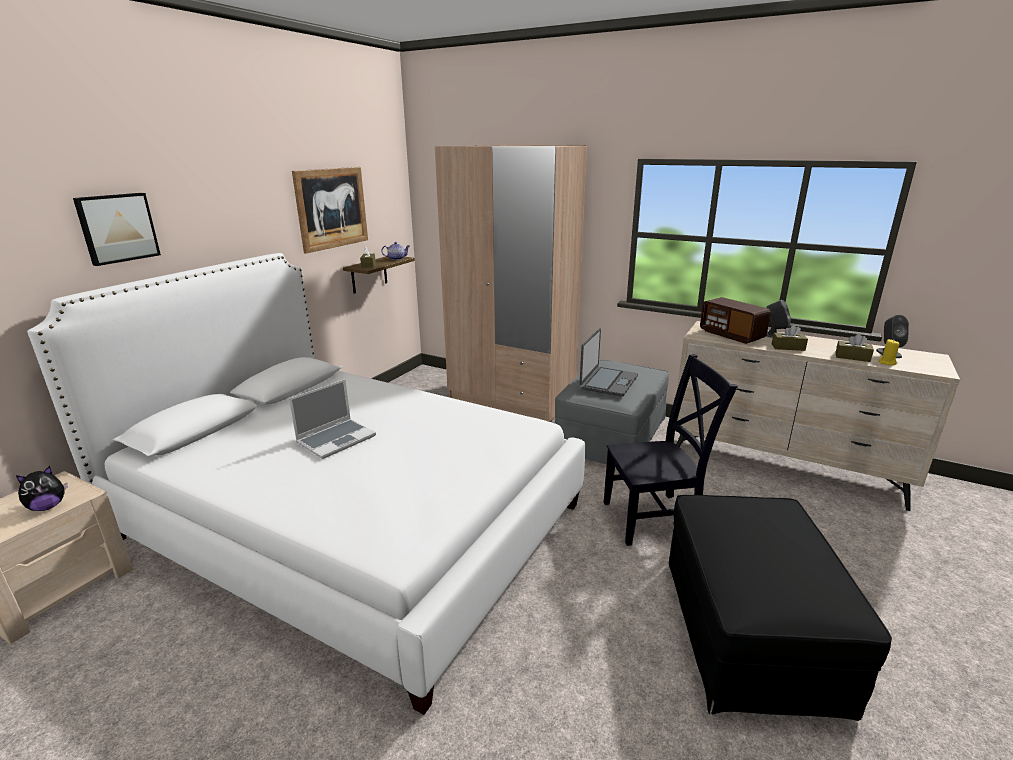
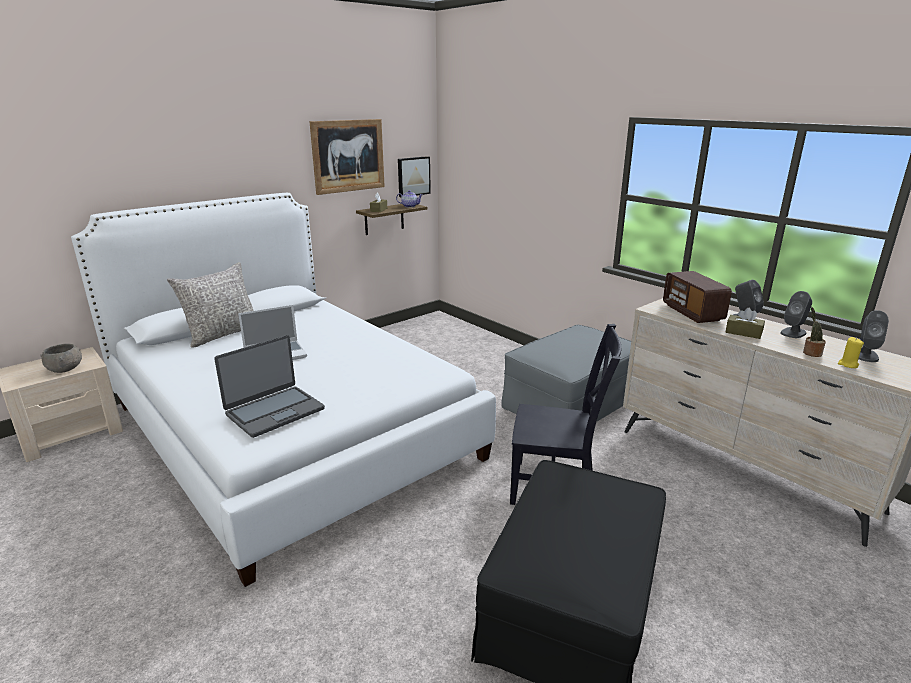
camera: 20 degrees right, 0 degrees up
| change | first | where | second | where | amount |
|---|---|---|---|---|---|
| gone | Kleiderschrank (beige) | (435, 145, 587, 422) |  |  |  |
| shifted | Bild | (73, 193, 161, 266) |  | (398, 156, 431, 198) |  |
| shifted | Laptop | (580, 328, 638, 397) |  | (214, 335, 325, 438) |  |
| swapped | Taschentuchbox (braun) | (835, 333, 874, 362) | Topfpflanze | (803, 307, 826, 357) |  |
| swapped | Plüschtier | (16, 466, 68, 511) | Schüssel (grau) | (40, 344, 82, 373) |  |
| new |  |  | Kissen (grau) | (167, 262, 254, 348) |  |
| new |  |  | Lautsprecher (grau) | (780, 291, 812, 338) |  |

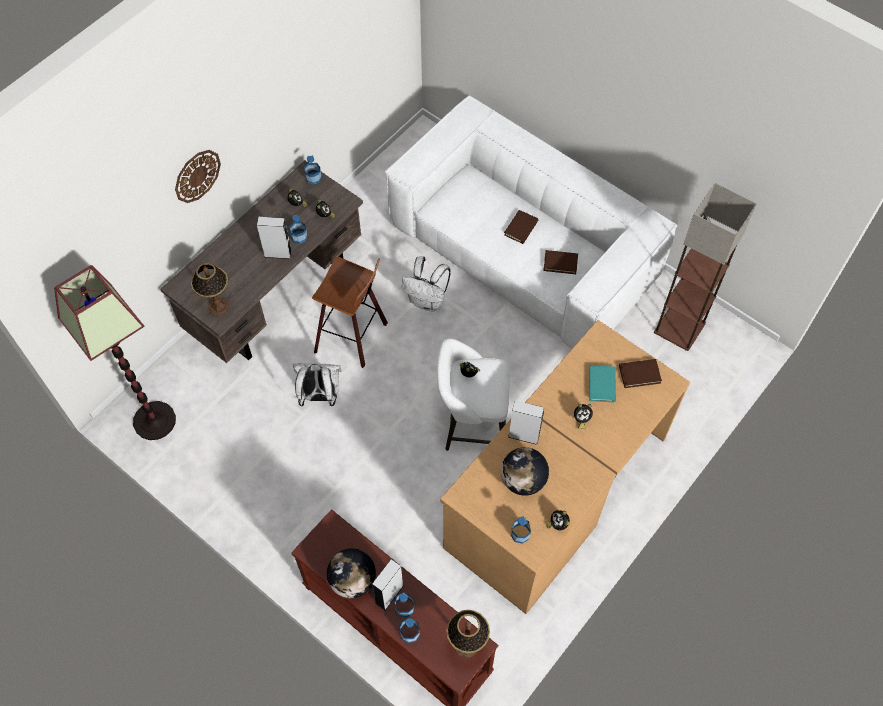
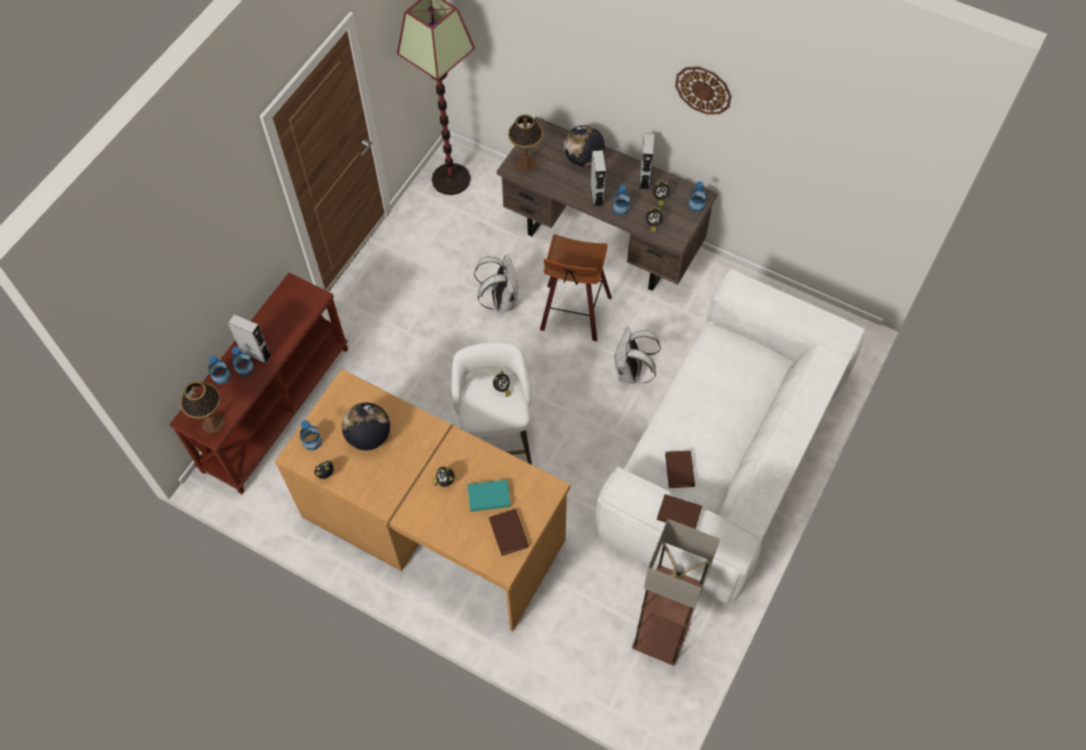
camera: 80 degrees right, 0 degrees up
| change | first | where | second | where | amount |
|---|---|---|---|---|---|
| shifted | Wanduhr | (175, 150, 221, 203) |  | (675, 67, 732, 115) |  |
| shifted | Buch (braun) | (504, 210, 538, 244) |  | (657, 494, 702, 529) |  |
| shifted | Lautsprecher (grau) | (508, 400, 544, 445) |  | (639, 133, 654, 190) |  |
| shifted | Globus | (327, 548, 376, 599) |  | (564, 125, 605, 167) |  |

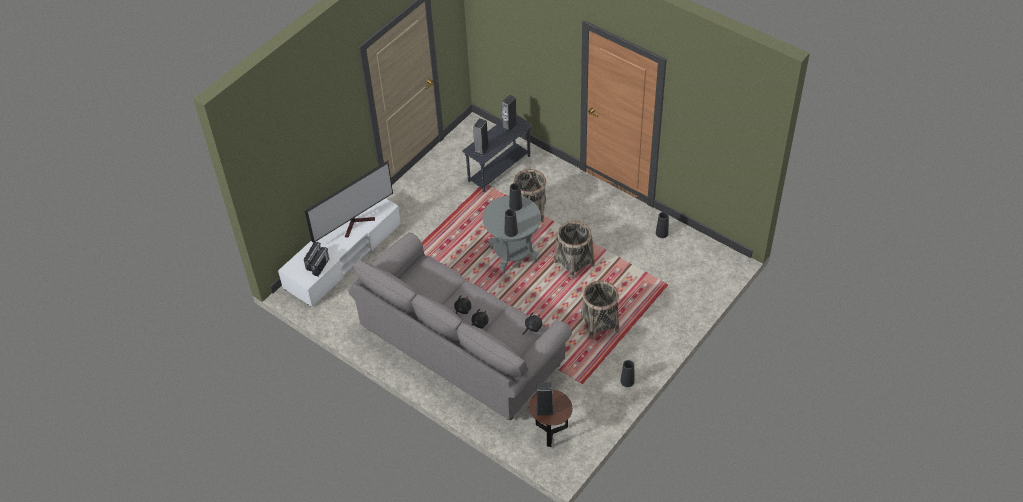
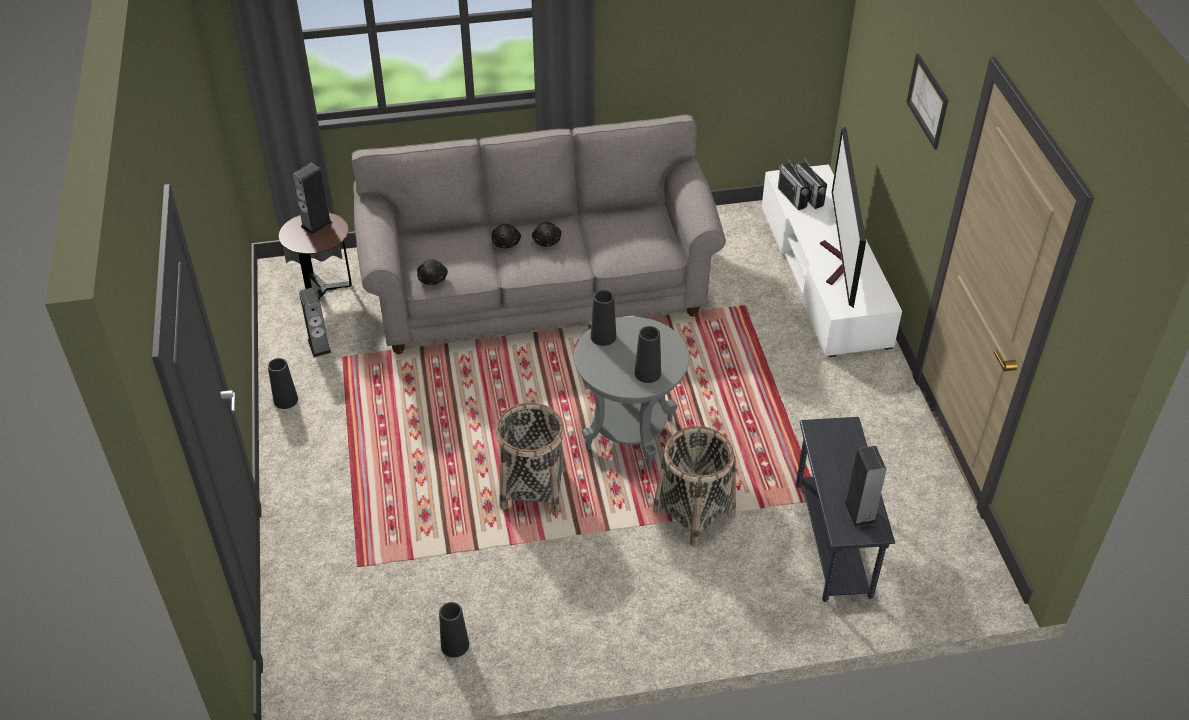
camera: 130 degrees right, 5 degrees down
| change | first | where | second | where | amount |
|---|---|---|---|---|---|
| shifted | Lautsprecher | (473, 118, 489, 156) |  | (299, 287, 331, 357) |  |
| gone | Korb | (581, 281, 619, 339) |  |  |  |
| new |  |  | Bild | (906, 53, 948, 150) |  |

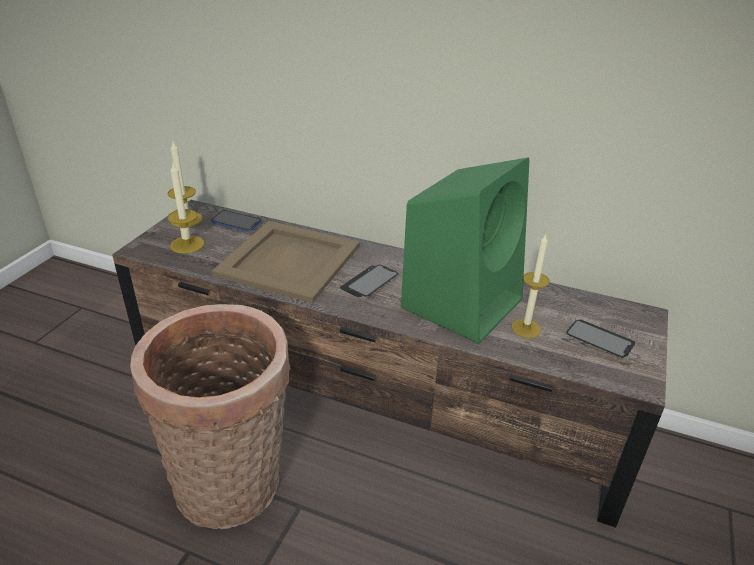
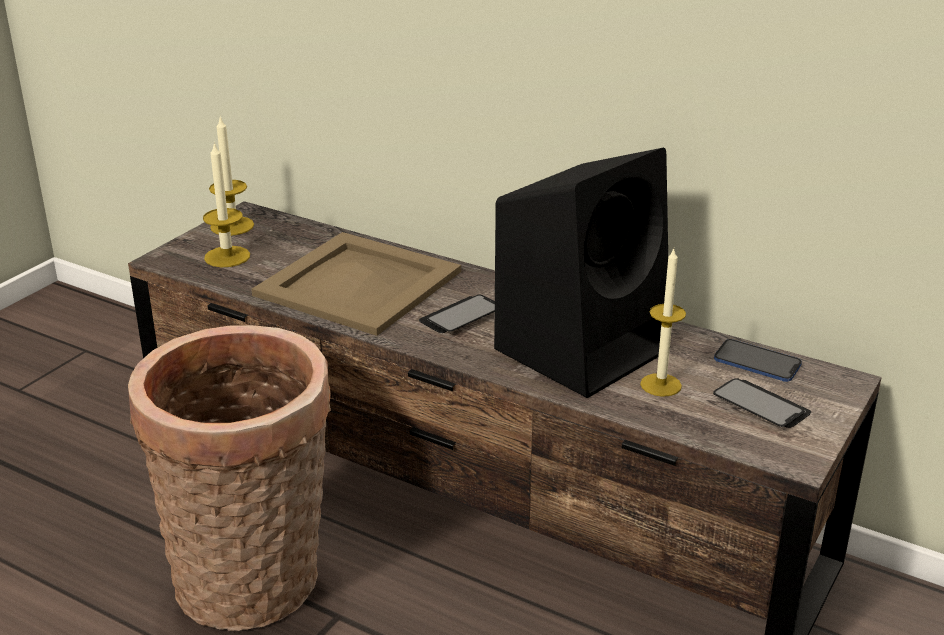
camera: 10 degrees right, 5 degrees down
| change | first | where | second | where | amount |
|---|---|---|---|---|---|
| repainted | Lautsprecher (grün) | (401, 157, 529, 344) | Lautsprecher (schwarz) | (494, 148, 668, 398) |  |
| shifted | Handy | (211, 210, 261, 232) |  | (714, 339, 802, 382) |  |

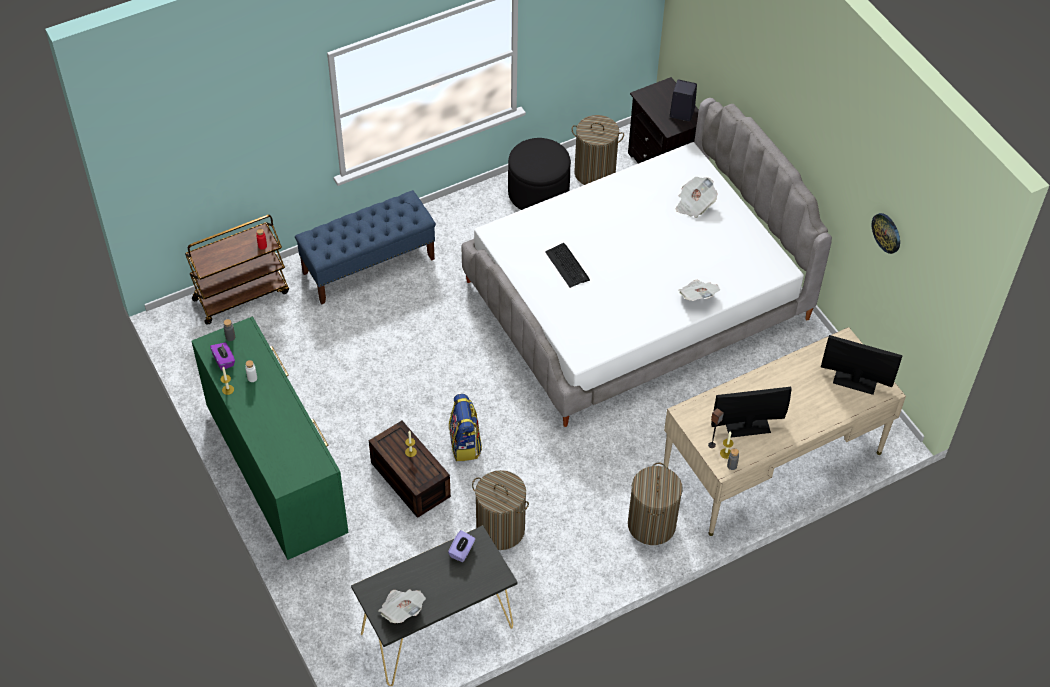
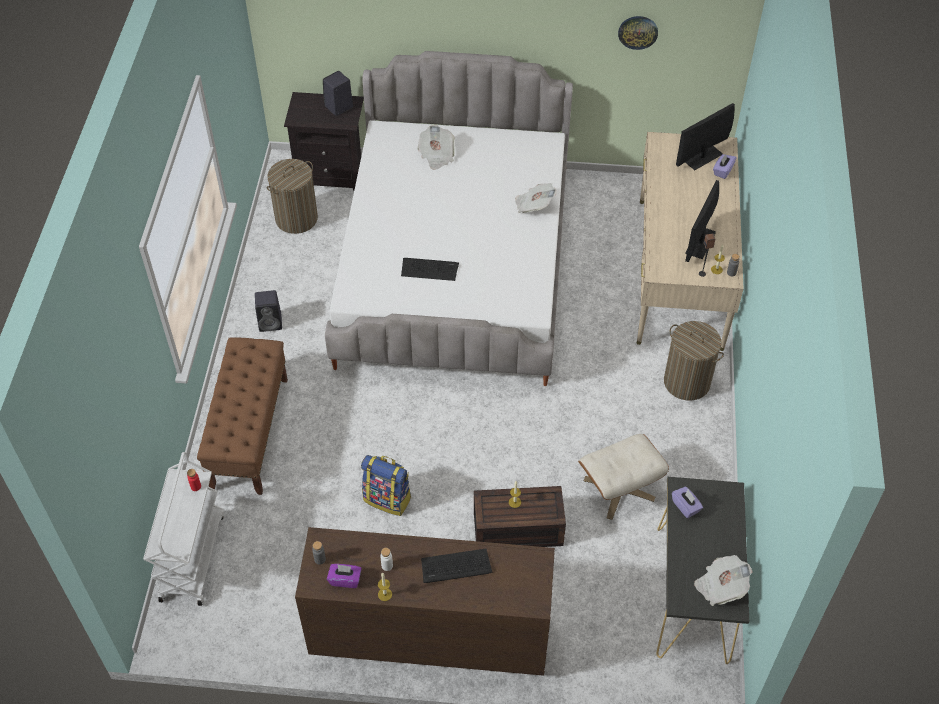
camera: 55 degrees left, 0 degrees up
| change | first | where | second | where | amount |
|---|---|---|---|---|---|
| gone | Polsterhocker (schwarz) | (508, 138, 571, 210) |  |  |  |
| repainted | Bank (blau) | (295, 190, 436, 305) | Bank (braun) | (197, 337, 288, 495) |  |
| repainted | Rollwagen (braun) | (185, 215, 289, 325) | Rollwagen (weiß) | (143, 452, 224, 606) |  |
| repainted | Kommode (grün) | (191, 316, 349, 560) | Kommode (braun) | (295, 527, 555, 676) |  |
| shifted | Rucksack | (449, 394, 482, 461) |  | (361, 455, 411, 516) |  |
| swapped | Wäschekorb | (472, 470, 529, 550) | Polsterhocker (beige) | (578, 434, 669, 520) |  |
| new |  |  | Taschentuchbox (lila) | (713, 154, 737, 179) |  |
| new |  |  | Lautsprecher (schwarz) | (255, 290, 282, 332) |  |
| new |  |  | Tastatur | (421, 549, 493, 583) |  |

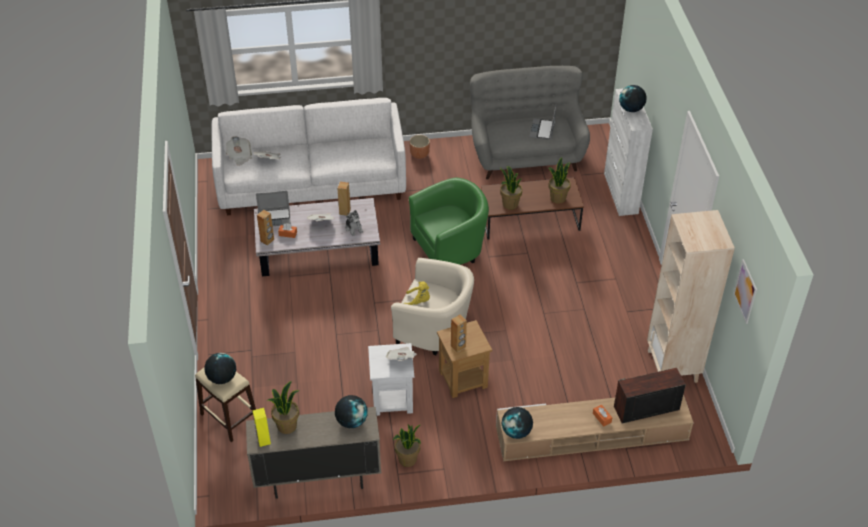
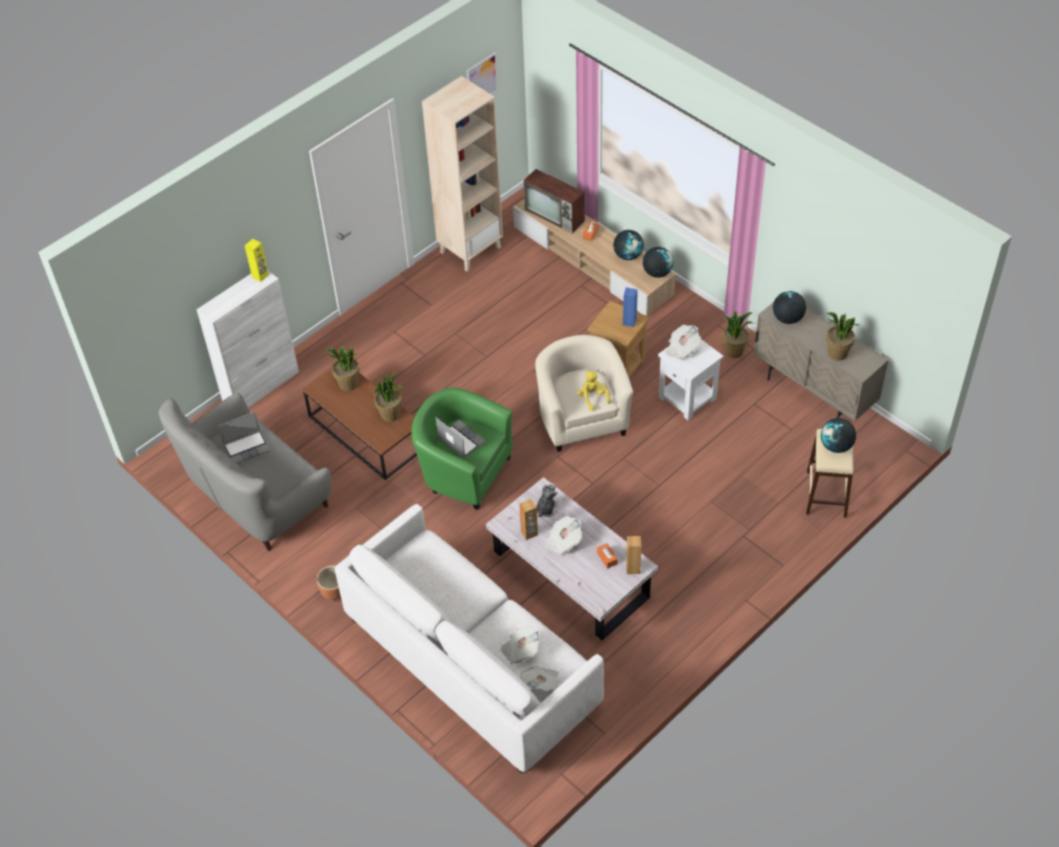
camera: 125 degrees left, 5 degrees up
| change | first | where | second | where | amount |
|---|---|---|---|---|---|
| shifted | Globus | (619, 85, 647, 112) |  | (613, 230, 644, 260) |  |
| shifted | Laptop | (256, 191, 291, 226) |  | (436, 417, 486, 458) |  |
| repainted | Lautsprecher (braun) | (451, 314, 467, 352) | Lautsprecher (blau) | (623, 287, 638, 327) |  |
| shifted | Lautsprecher (gelb) | (253, 408, 271, 447) |  | (245, 239, 269, 282) |  |

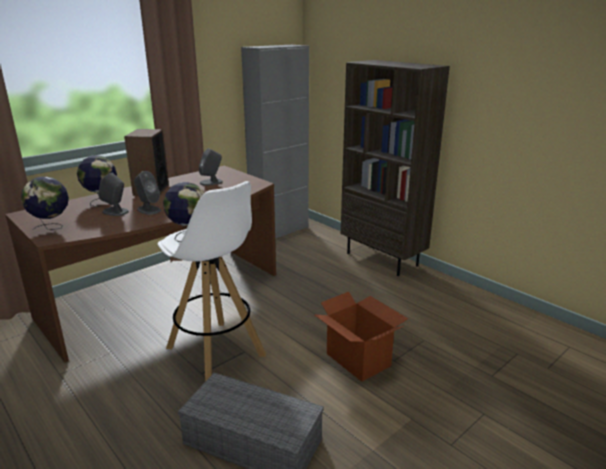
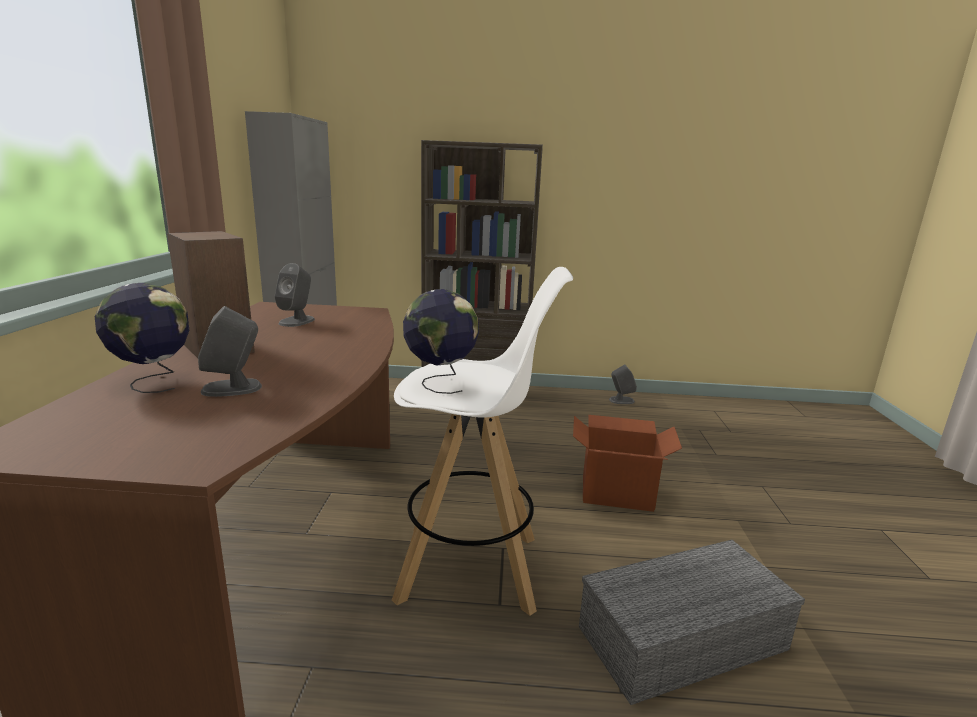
camera: 45 degrees left, 5 degrees down
| change | first | where | second | where | amount |
|---|---|---|---|---|---|
| shifted | Lautsprecher (grau) | (134, 171, 161, 215) |  | (609, 364, 637, 404) |  |
| gone | Globus | (21, 177, 69, 230) |  |  |  |

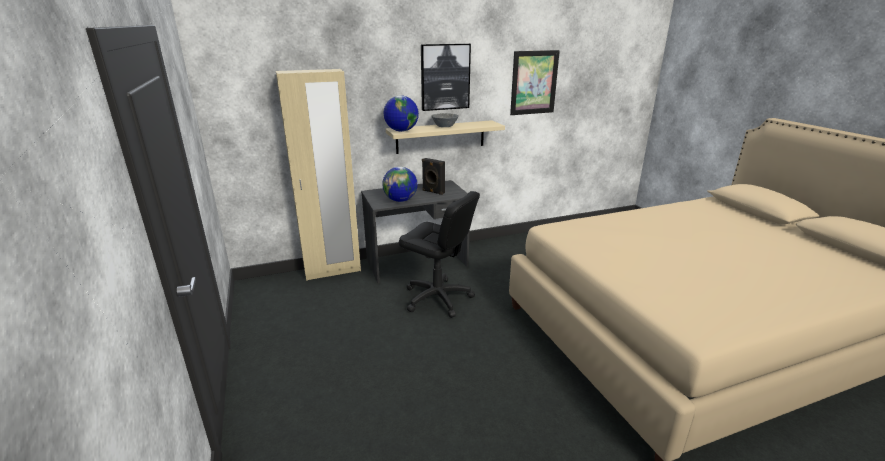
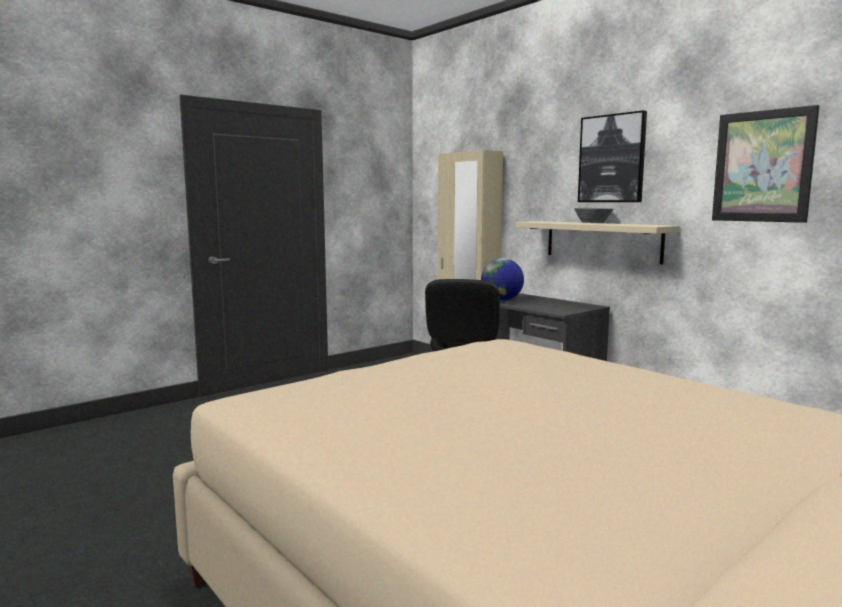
camera: 70 degrees right, 15 degrees down
| change | first | where | second | where | amount |
|---|---|---|---|---|---|
| gone | Globus | (384, 95, 419, 132) |  |  |  |
| gone | Lautsprecher (schwarz) | (422, 158, 445, 195) |  |  |  |

